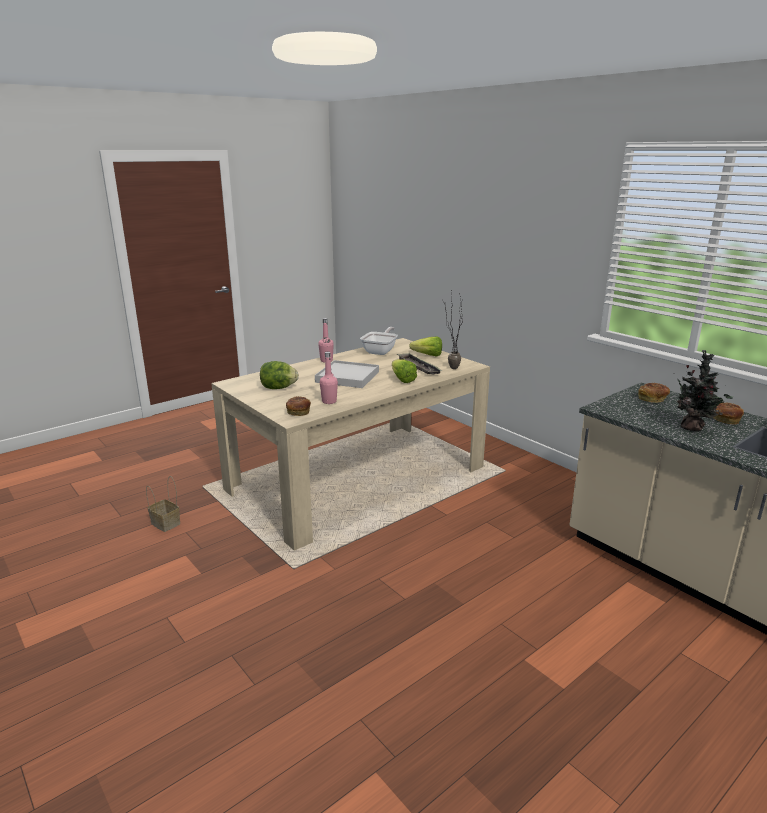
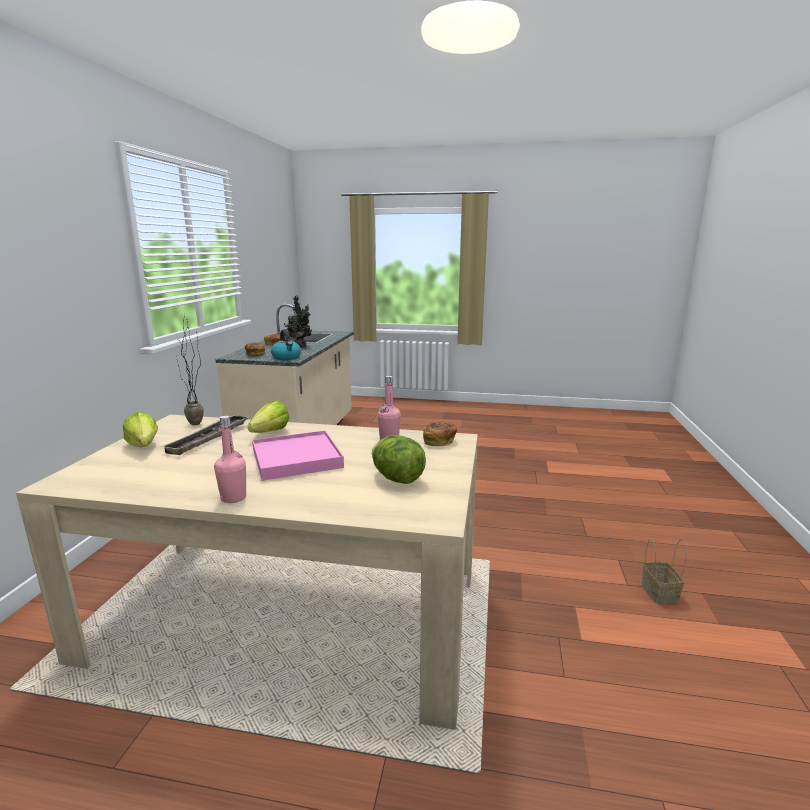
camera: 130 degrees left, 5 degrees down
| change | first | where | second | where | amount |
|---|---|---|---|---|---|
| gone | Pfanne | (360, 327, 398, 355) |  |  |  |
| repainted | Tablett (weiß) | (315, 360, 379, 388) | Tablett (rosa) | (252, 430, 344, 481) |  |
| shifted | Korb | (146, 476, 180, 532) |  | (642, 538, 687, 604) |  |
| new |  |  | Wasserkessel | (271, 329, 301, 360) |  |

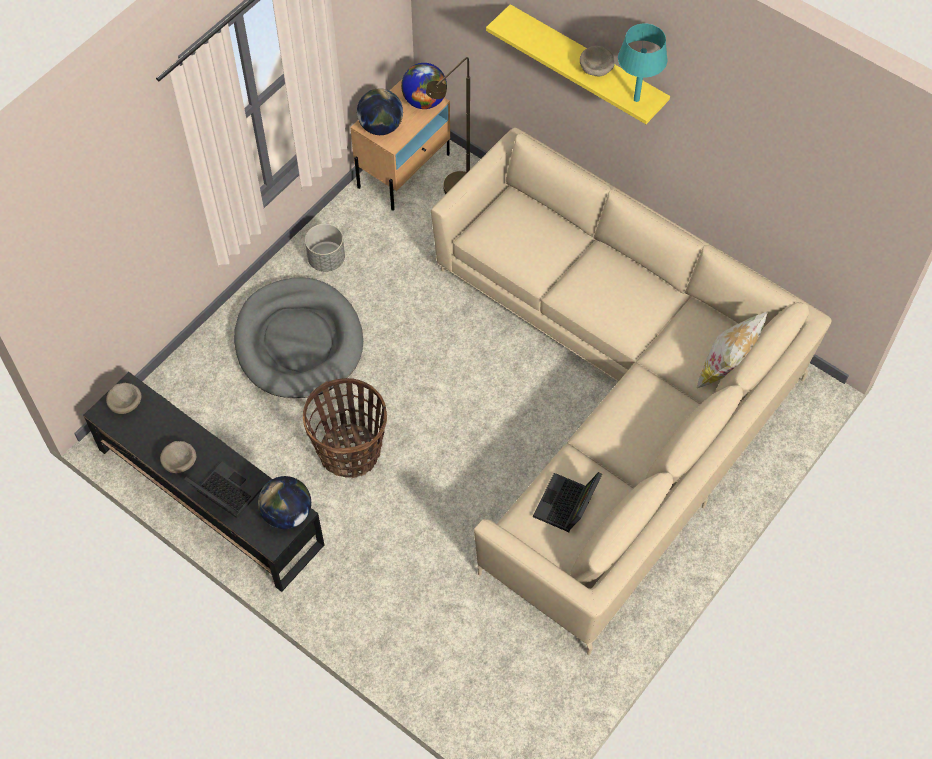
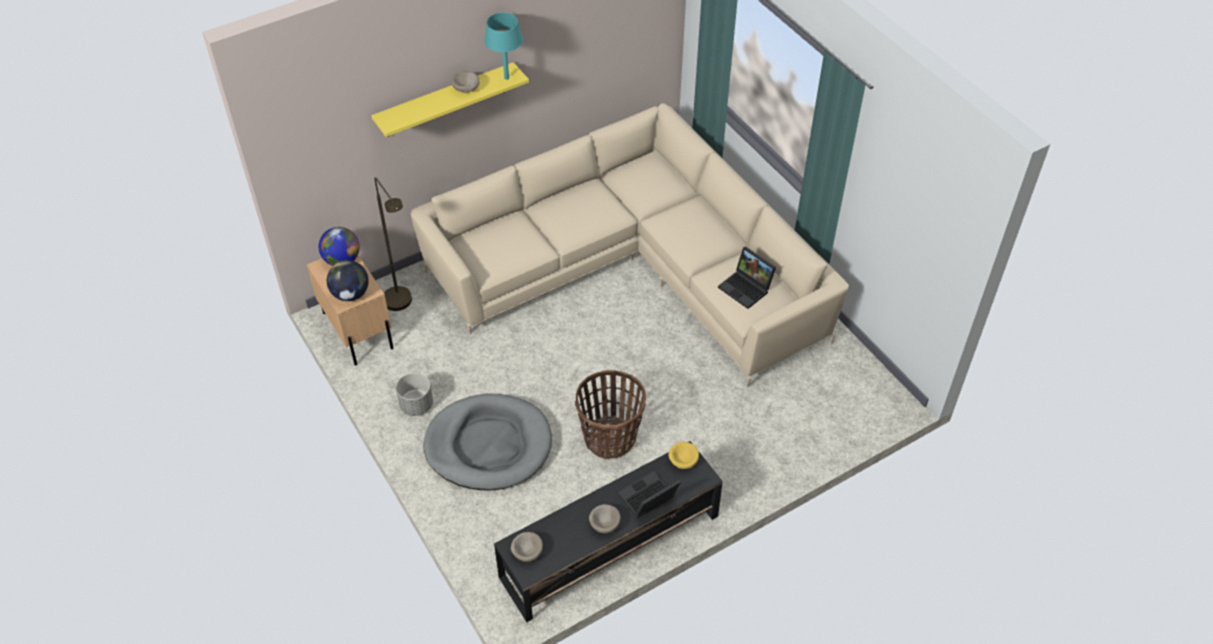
camera: 70 degrees left, 10 degrees down
| change | first | where | second | where | amount |
|---|---|---|---|---|---|
| gone | Kissen | (696, 311, 768, 389) |  |  |  |
| swapped | Globus | (258, 476, 311, 529) | Schüssel (gelb) | (668, 442, 699, 469) |  |

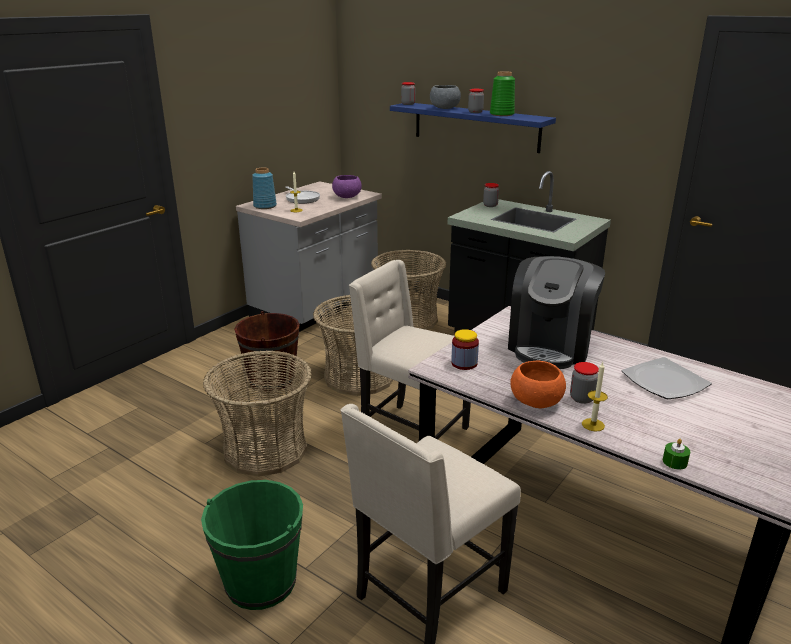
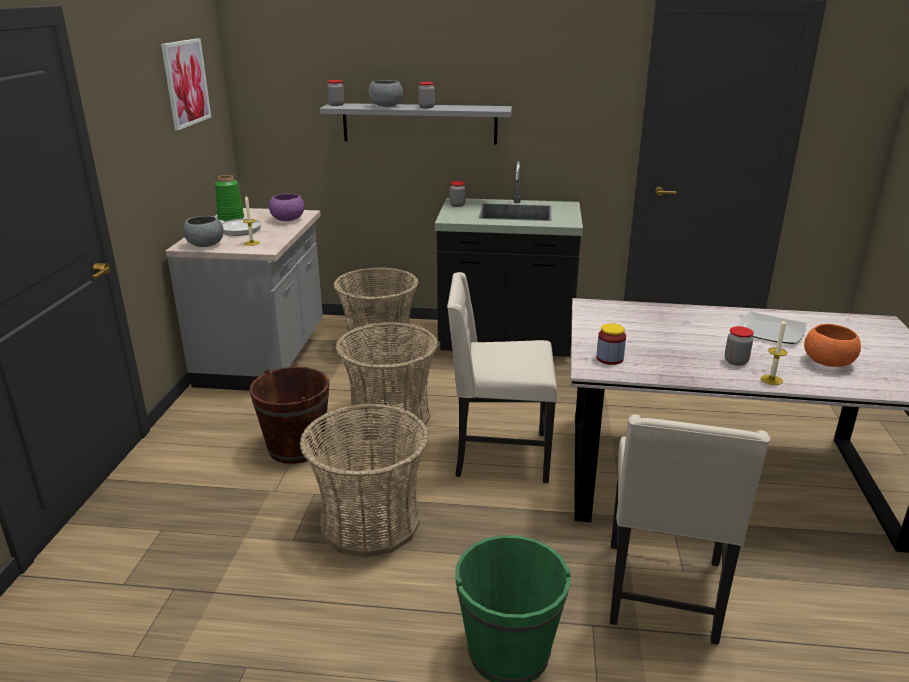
camera: 30 degrees left, 0 degrees up
| change | first | where | second | where | amount |
|---|---|---|---|---|---|
| shifted | Vase (grün) | (490, 71, 515, 116) |  | (215, 175, 244, 222) |  |
| repainted | Wandregal (blau) | (390, 103, 556, 153) | Wandregal (grau) | (320, 103, 512, 145) |  |
| swapped | Vase (blau) | (252, 168, 277, 209) | Schüssel (grau) | (183, 216, 224, 247) |  |
| gone | Kaffeemaschine | (508, 256, 605, 369) |  |  |  |
| shifted | Schüssel (orange) | (510, 361, 566, 408) |  | (804, 324, 861, 367) |  |
| gone | Kerze (grün) | (663, 439, 690, 469) |  |  |  |
| new |  |  | Bild | (161, 38, 211, 130) |  |

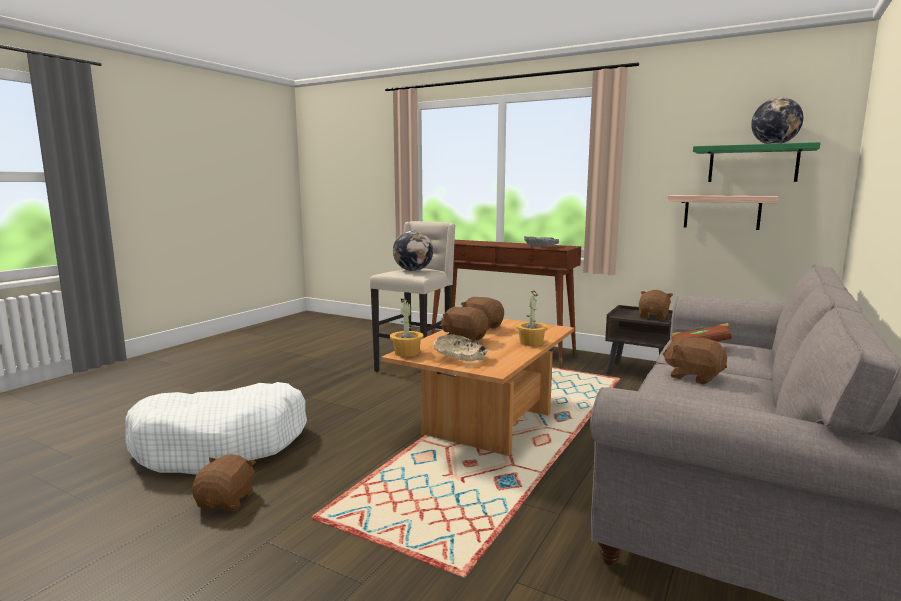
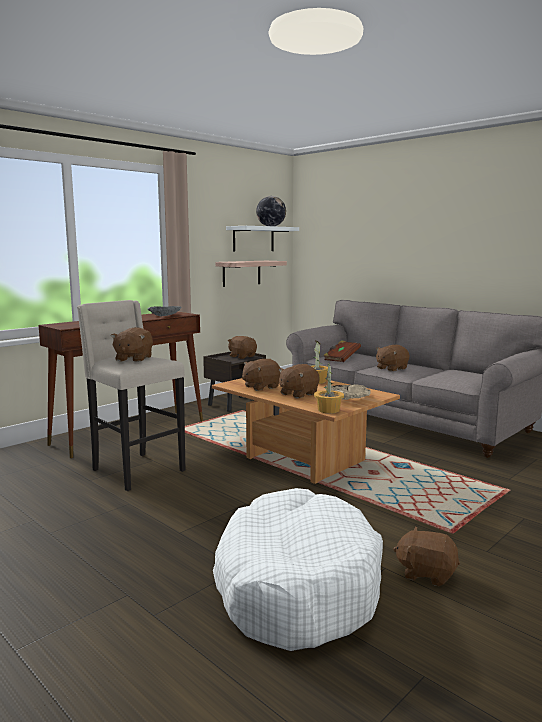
camera: 75 degrees left, 0 degrees up
| change | first | where | second | where | amount |
|---|---|---|---|---|---|
| repainted | Wandregal (grün) | (693, 142, 821, 182) | Wandregal (weiß) | (226, 226, 299, 252) |  |
| swapped | Globus | (393, 230, 433, 271) | Plüschtier (braun) | (111, 327, 153, 362) |  |

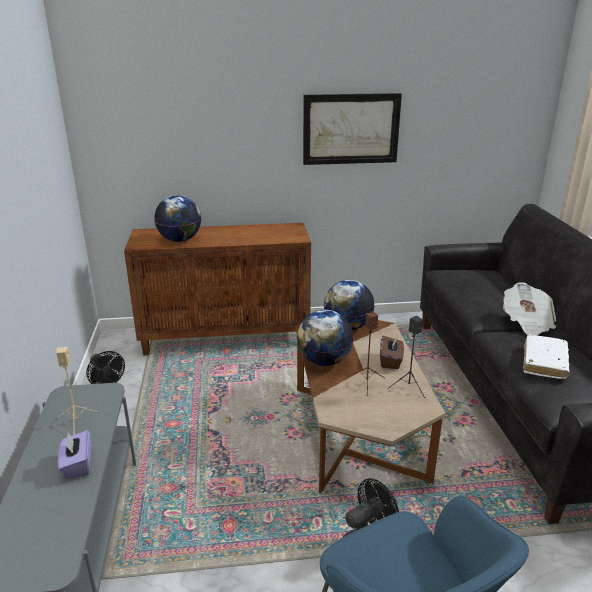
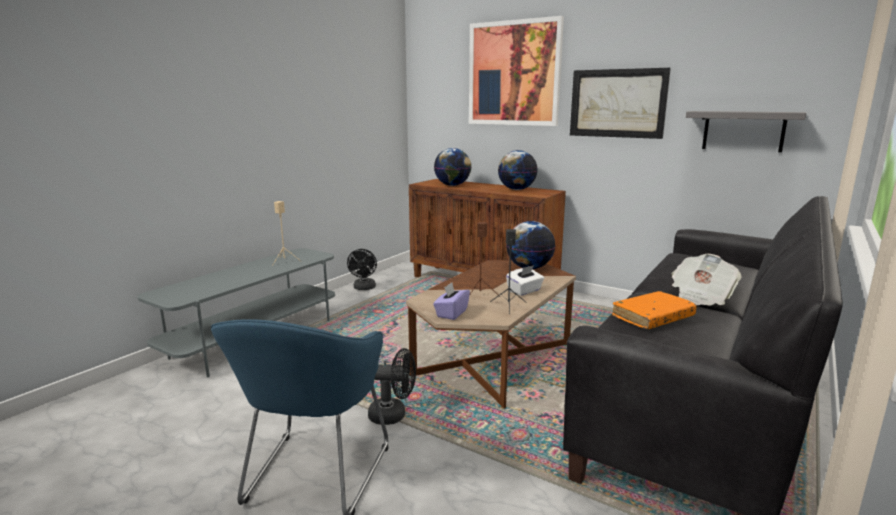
camera: 40 degrees right, 10 degrees down
| change | first | where | second | where | amount |
|---|---|---|---|---|---|
| shifted | Globus | (297, 310, 353, 366) |  | (498, 150, 538, 190) |  |
| repainted | Taschentuchbox (braun) | (380, 334, 404, 369) | Taschentuchbox (weiß) | (506, 265, 544, 296) |  |
| repainted | Buch (weiß) | (523, 335, 570, 379) | Buch (orange) | (612, 291, 697, 329) |  |
| shifted | Taschentuchbox (lila) | (58, 430, 91, 479) |  | (433, 282, 470, 320) |  |
| new |  |  | Bild | (469, 16, 564, 126) |  |
| new |  |  | Wandregal (grau) | (686, 111, 806, 152) |  |

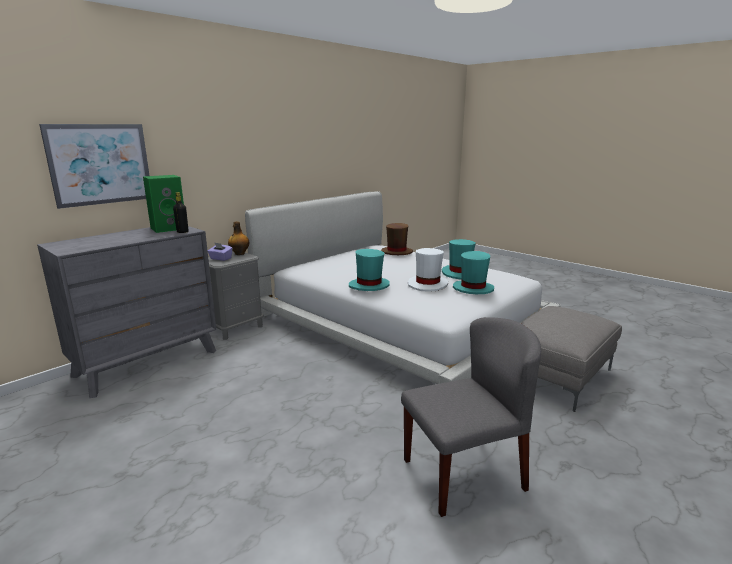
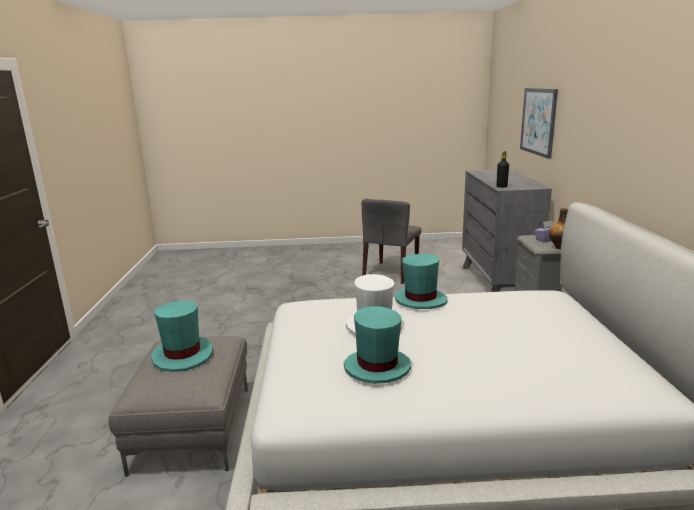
camera: 135 degrees right, 0 degrees up
| change | first | where | second | where | amount |
|---|---|---|---|---|---|
| gone | Lautsprecher (grün) | (143, 175, 184, 233) |  |  |  |
| gone | Hut (braun) | (381, 223, 413, 255) |  |  |  |
| shifted | Hut (türkis) | (453, 251, 494, 294) |  | (151, 301, 213, 372) |  |
| shifted | Stuhl (grau) | (401, 317, 541, 517) |  | (362, 199, 421, 284) |  |

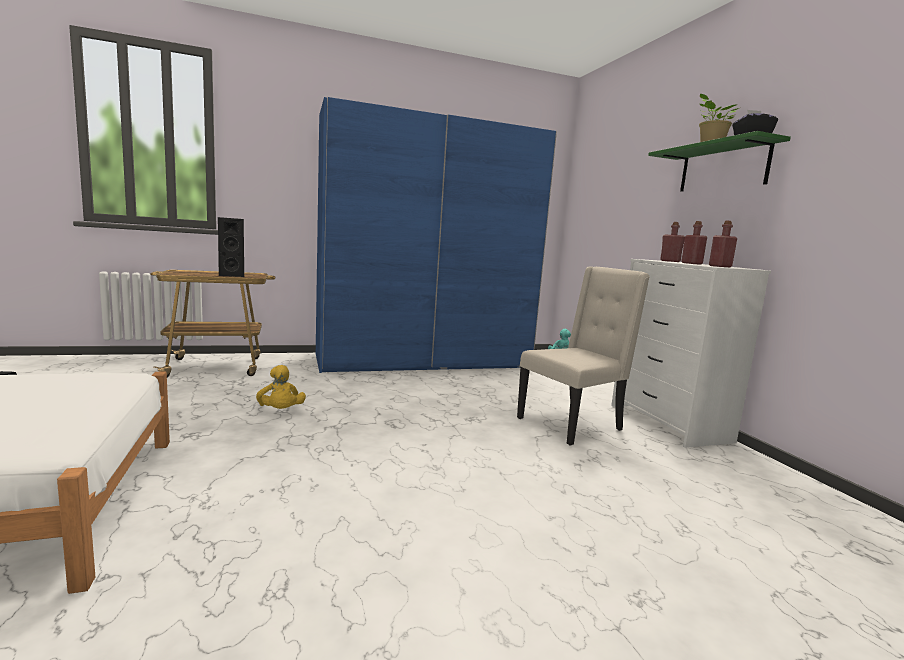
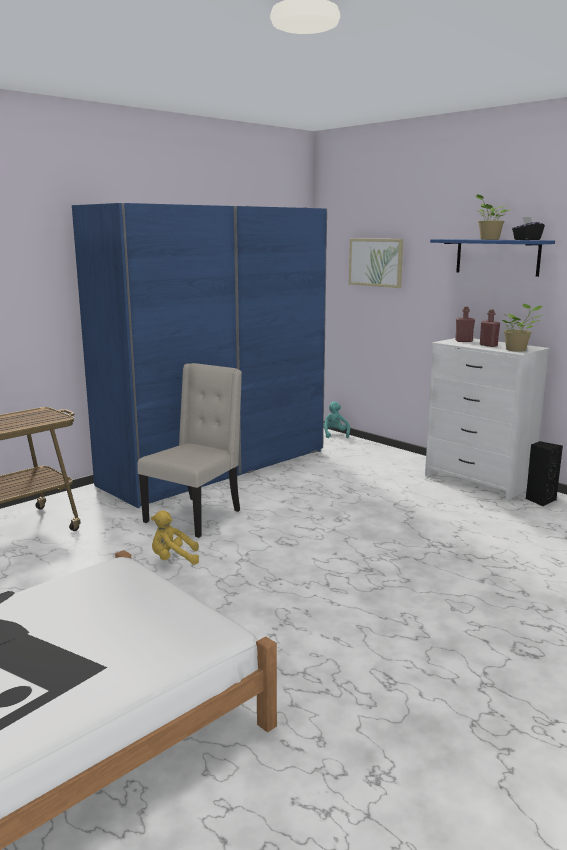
camera: 25 degrees left, 5 degrees up
| change | first | where | second | where | amount |
|---|---|---|---|---|---|
| repainted | Wandregal (grün) | (648, 131, 791, 191) | Wandregal (blau) | (430, 239, 555, 277) |  |
| shifted | Lautsprecher (schwarz) | (218, 217, 244, 277) |  | (526, 441, 563, 507) |  |
| swapped | Flasche (rot) | (709, 221, 737, 267) | Topfpflanze | (502, 304, 543, 351) |  |
| shifted | Stuhl (beige) | (517, 266, 650, 446) |  | (137, 363, 242, 538) |  |
| rotated | Plüschtier (gelb) | (256, 365, 306, 409) |  | (151, 510, 199, 565) | 135 degrees clockwise |
| new |  |  | Bild | (349, 238, 403, 288) |  |

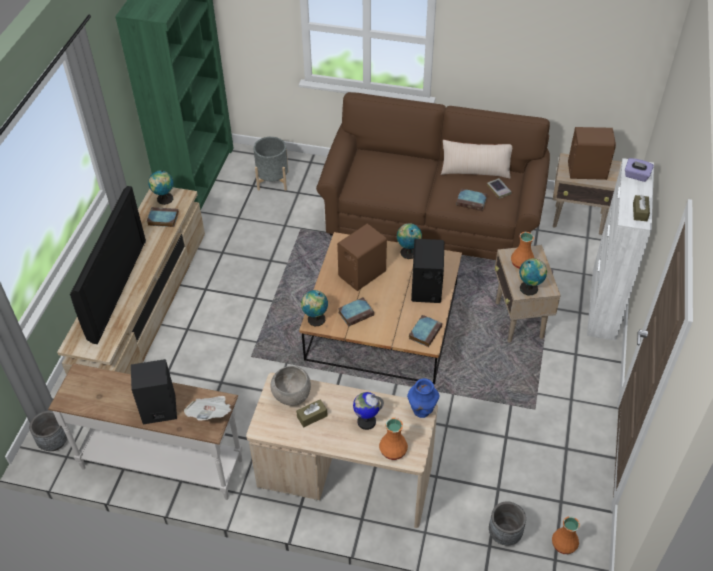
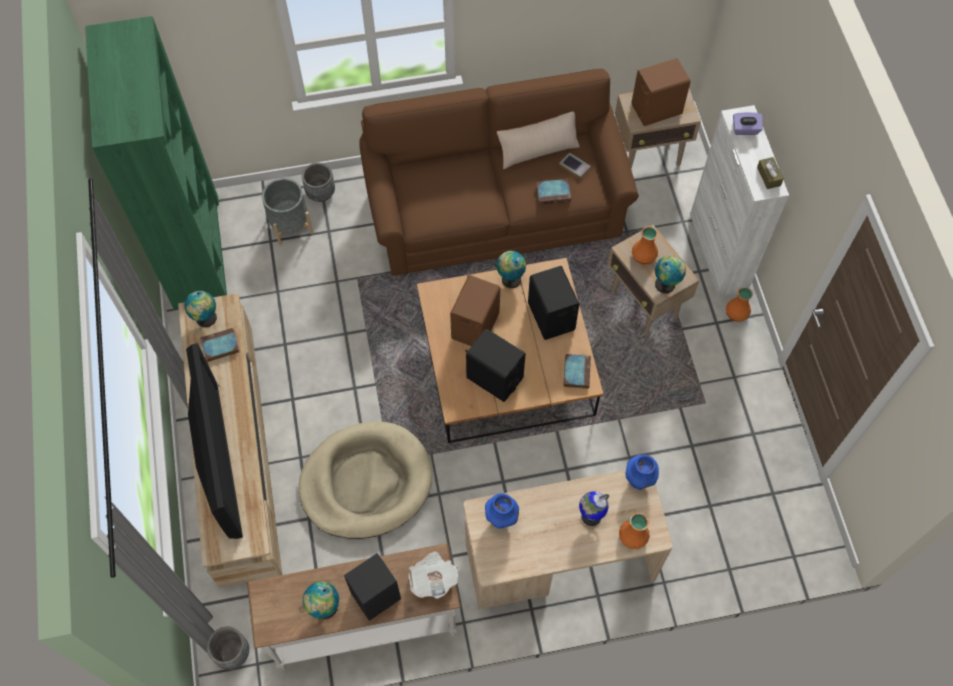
camera: 25 degrees left, 15 degrees up
| change | first | where | second | where | amount |
|---|---|---|---|---|---|
| shifted | Globus | (301, 290, 328, 326) |  | (303, 581, 339, 619) |  |
| swapped | Buch | (338, 297, 374, 327) | Lautsprecher (schwarz) | (466, 328, 526, 402) |  |
| swapped | Schüssel (grau) | (270, 366, 311, 406) | Vase (blau) | (485, 493, 519, 529) |  |
| gone | Taschentuchbox (braun) | (296, 399, 328, 427) |  |  |  |
| shifted | Pflanzkübel (grau) | (489, 501, 526, 546) |  | (302, 163, 335, 202) |  |
| shifted | Vase (orange) | (552, 516, 580, 554) |  | (726, 287, 753, 322) |  |
| new |  |  | Hundebett (beige) | (299, 421, 432, 539) |  |

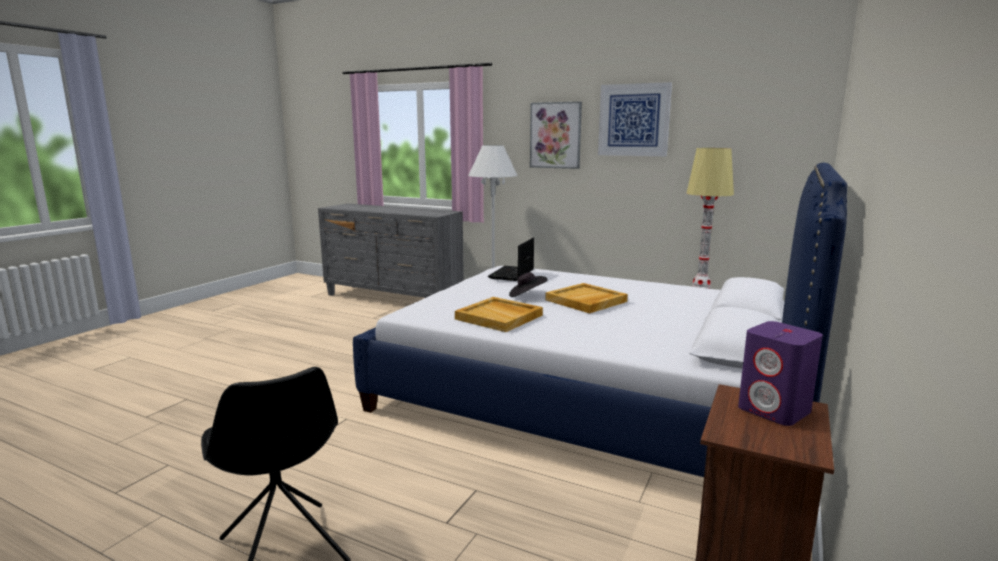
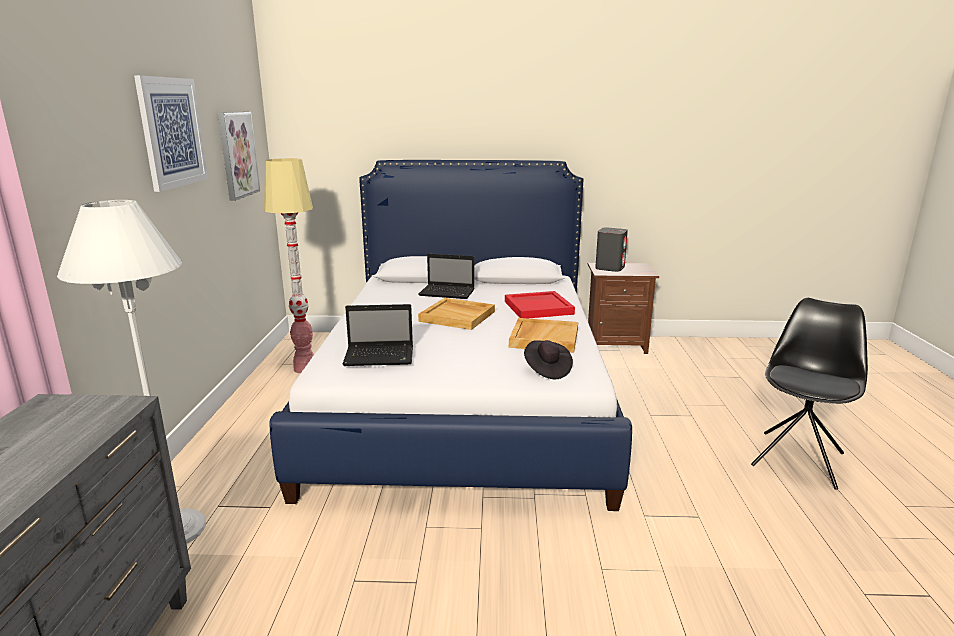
camera: 115 degrees left, 5 degrees up
| change | first | where | second | where | amount |
|---|---|---|---|---|---|
| shifted | Bild | (530, 102, 582, 169) |  | (218, 112, 260, 201) |  |
| shifted | Hut (schwarz) | (509, 272, 548, 297) |  | (524, 340, 573, 379) |  |
| repainted | Lautsprecher (lila) | (738, 321, 823, 426) | Lautsprecher (grau) | (595, 227, 628, 272) |  |
| new |  |  | Laptop | (418, 253, 474, 299) |  |
| new |  |  | Tablett (rot) | (505, 291, 575, 318) |  |

